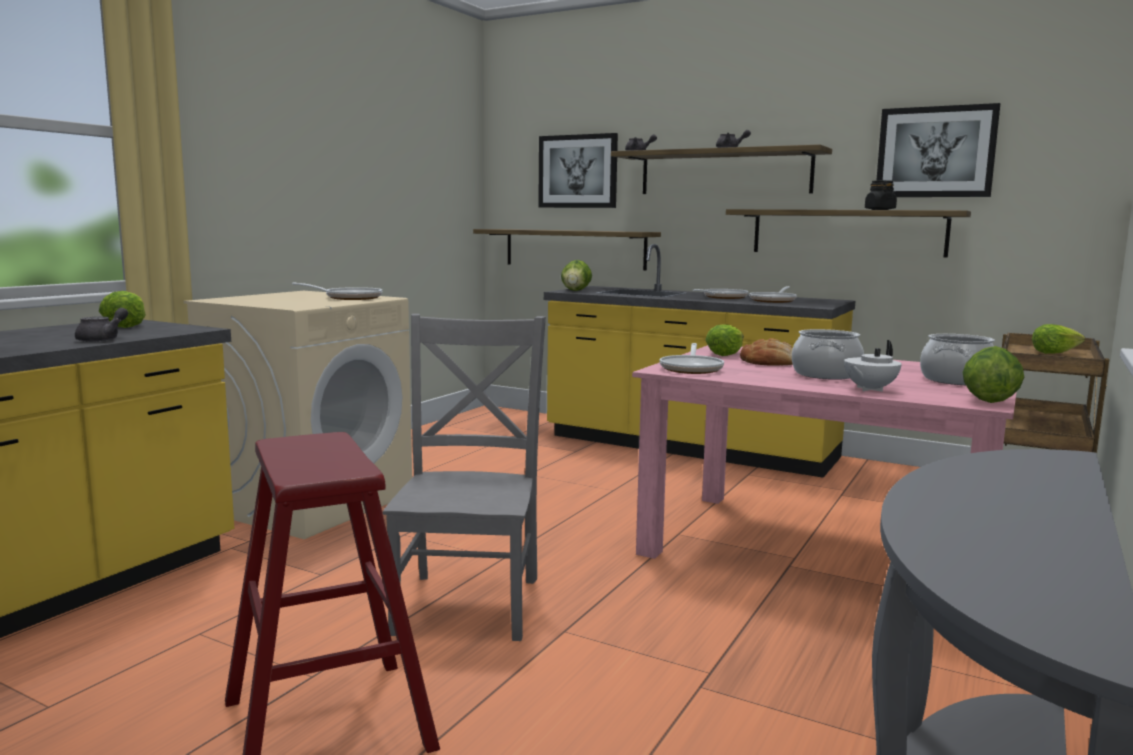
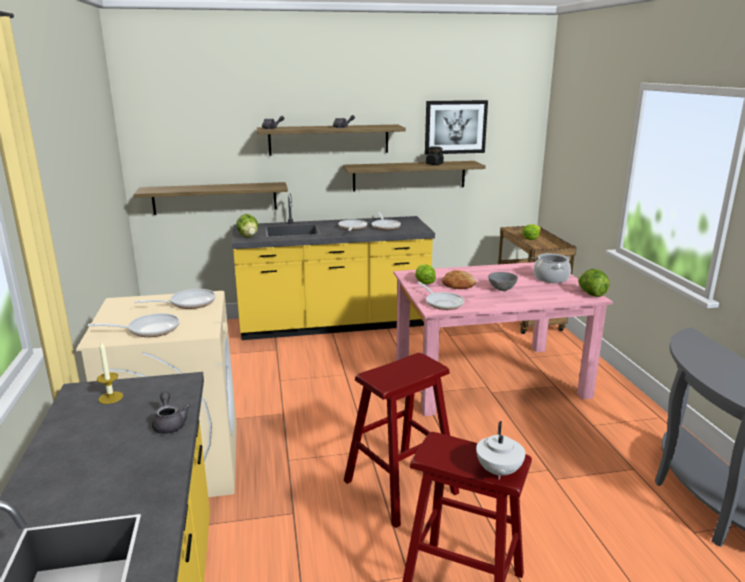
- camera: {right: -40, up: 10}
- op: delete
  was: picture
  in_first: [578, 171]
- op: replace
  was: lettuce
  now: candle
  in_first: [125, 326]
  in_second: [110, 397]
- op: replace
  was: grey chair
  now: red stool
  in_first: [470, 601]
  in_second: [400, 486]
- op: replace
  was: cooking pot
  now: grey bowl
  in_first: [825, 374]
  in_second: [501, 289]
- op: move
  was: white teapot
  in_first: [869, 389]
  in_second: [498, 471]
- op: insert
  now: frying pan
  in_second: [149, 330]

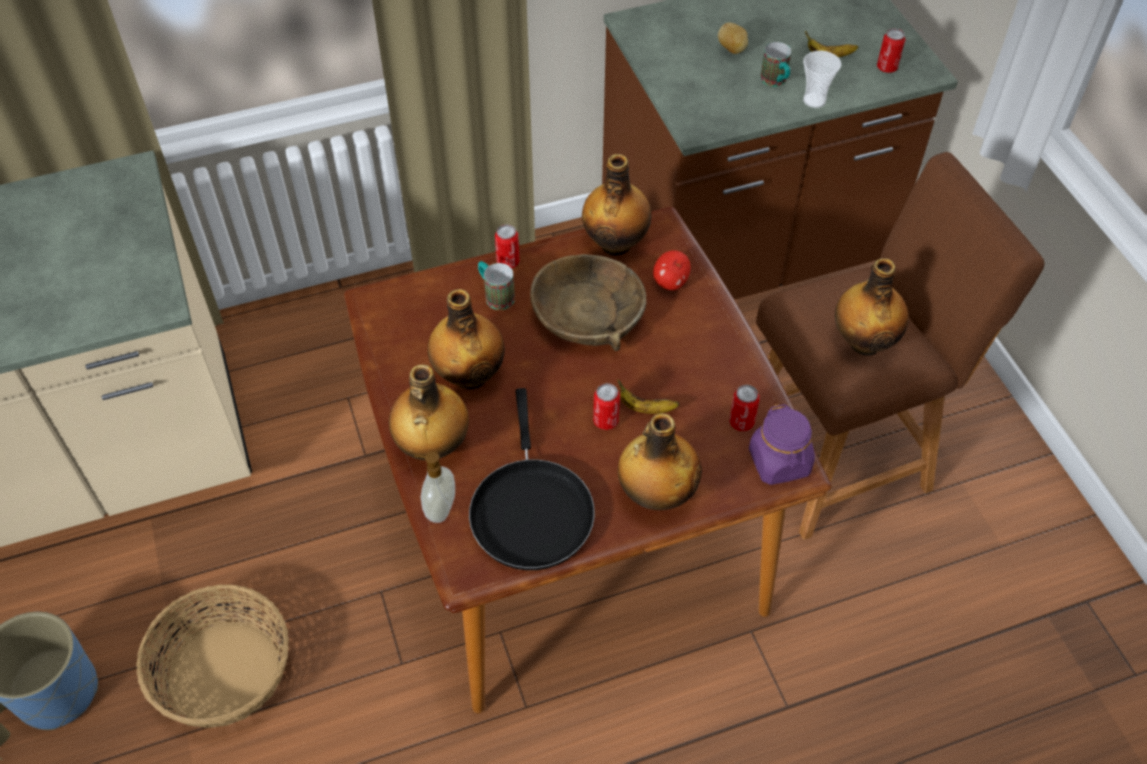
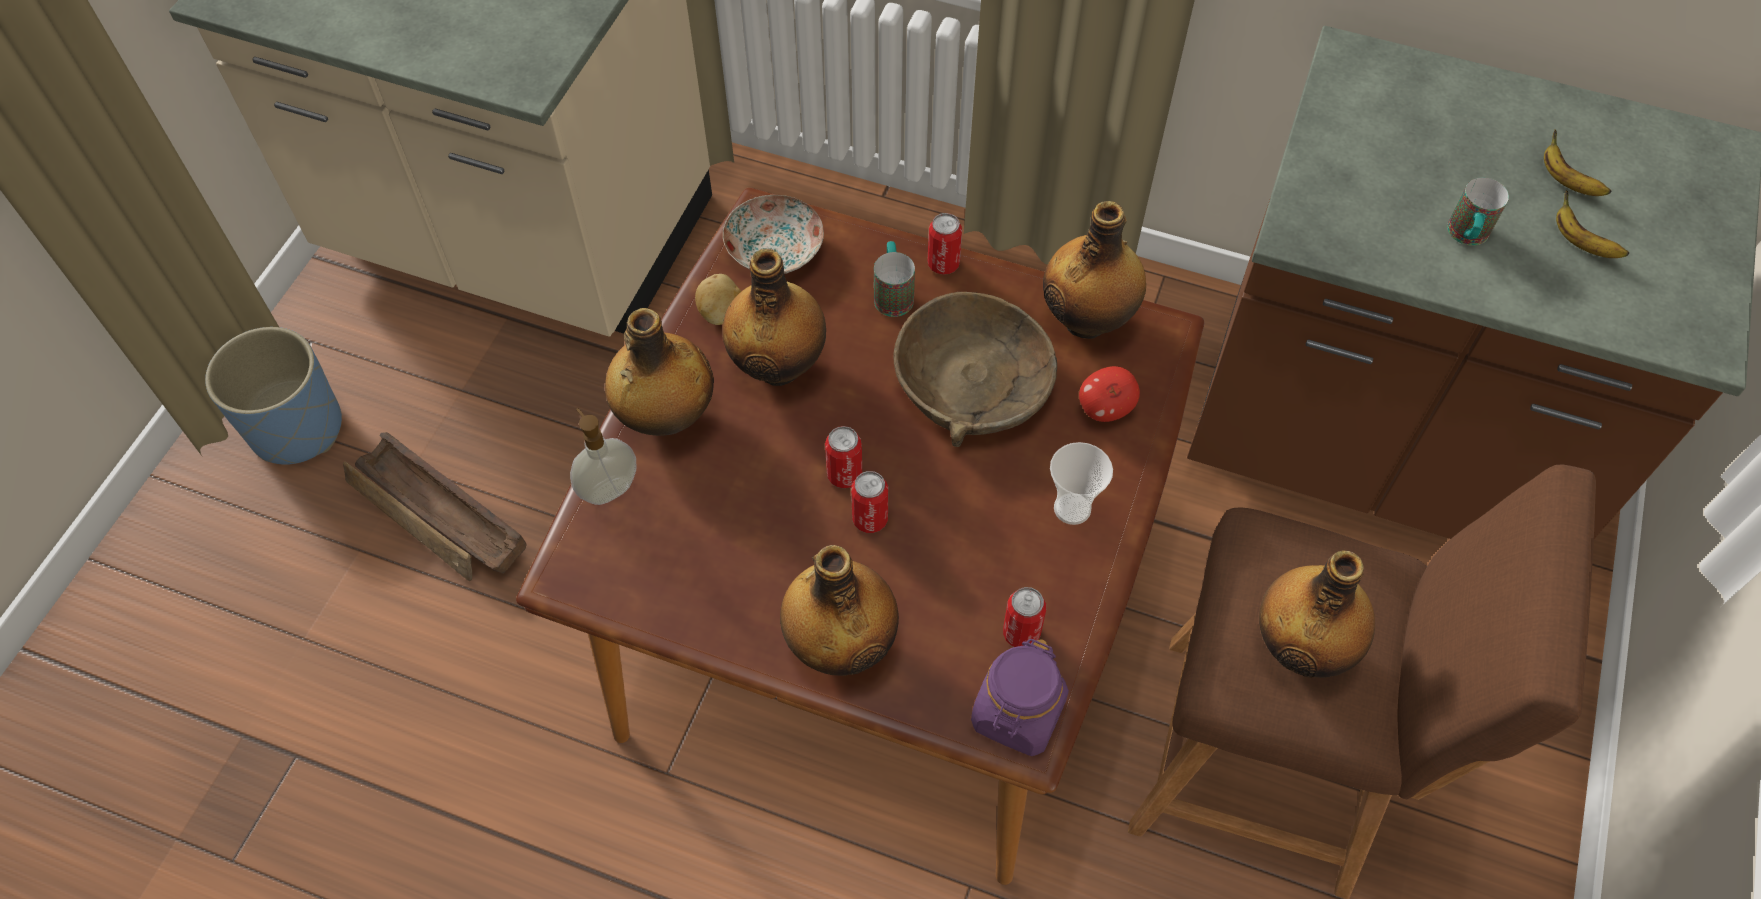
- camera: {right: 40, up: 5}
- op: move
  was: potato
  in_first: [732, 49]
  in_second: [722, 313]
- op: move
  was: can
  in_first: [887, 67]
  in_second: [844, 475]
- op: move
  was: cup
  in_first: [814, 100]
  in_second: [1072, 508]
- op: move
  was: banana
  in_first: [645, 408]
  in_second: [1566, 181]
- op: delete
  was: black frying pan
  in_first: [530, 510]
- op: replace
  was: basket
  now: crate
  in_first: [226, 672]
  in_second: [439, 518]
- op: insert
  now: plate
  in_second: [776, 249]

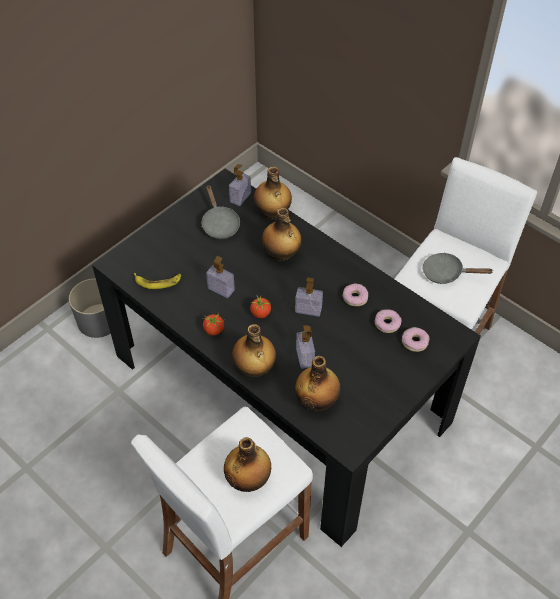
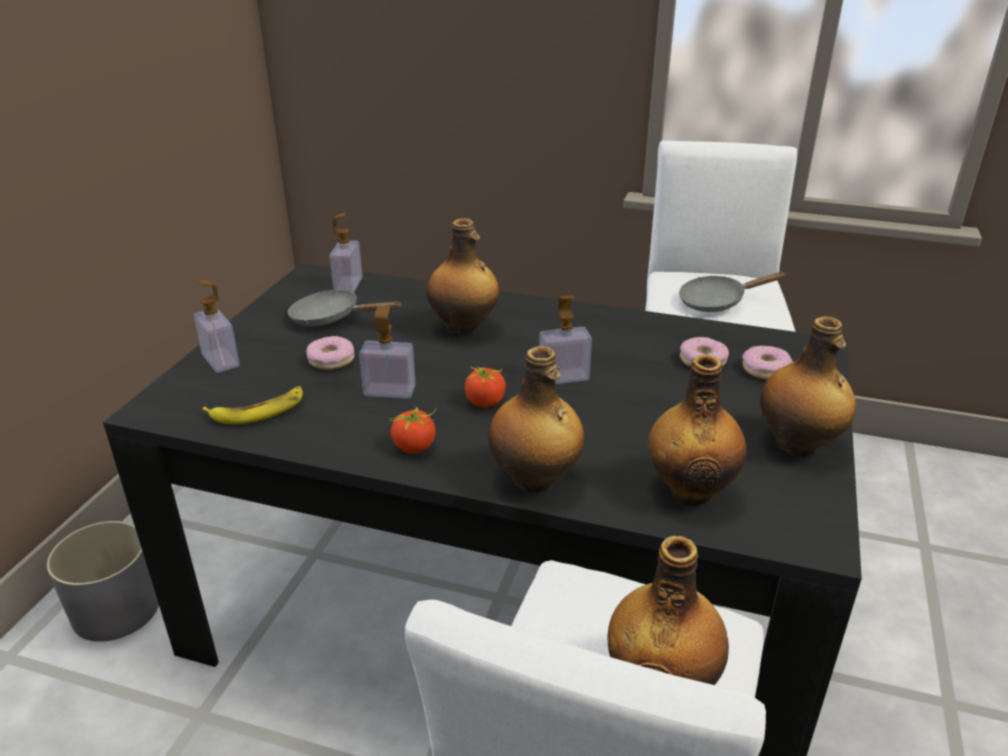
- camera: {right: -25, up: -20}
- op: move
  was: bottle
  in_first: [272, 213]
  in_second: [797, 445]
- op: rotate
  was: grey frying pan
  in_first: [219, 224]
  in_second: [332, 318]
  clockwise: 150
- op: move
  was: donut
  in_first: [355, 297]
  in_second: [331, 360]
- op: move
  was: soap dispenser
  in_first: [305, 357]
  in_second: [220, 360]

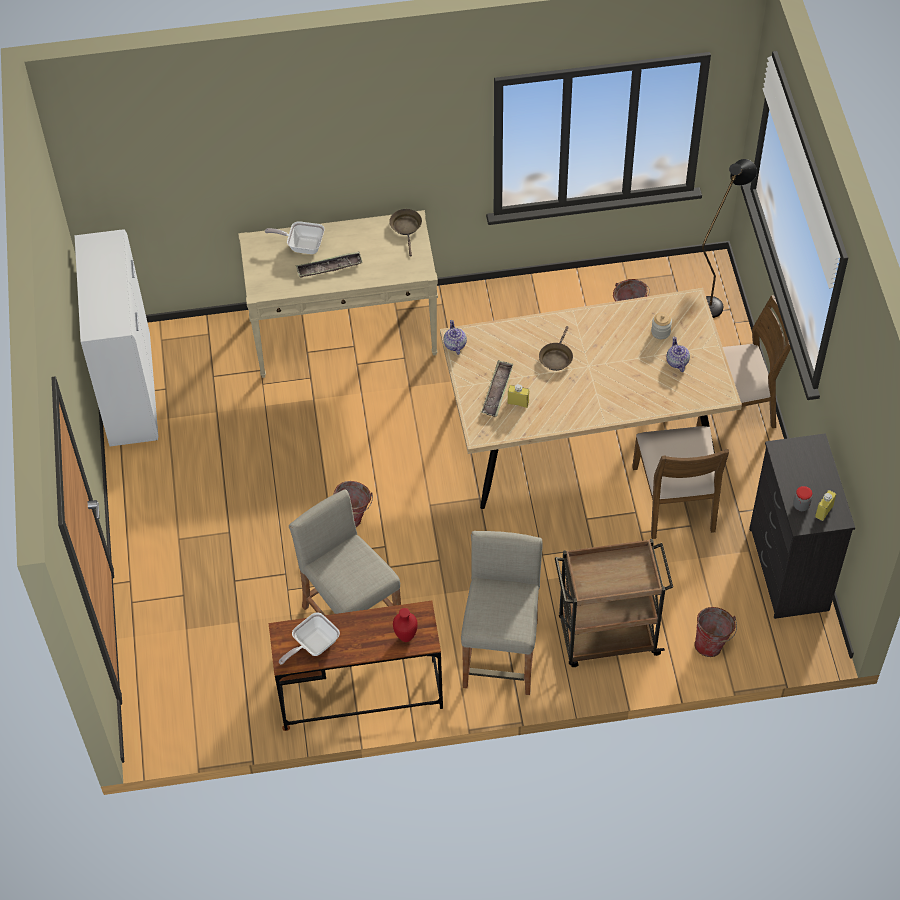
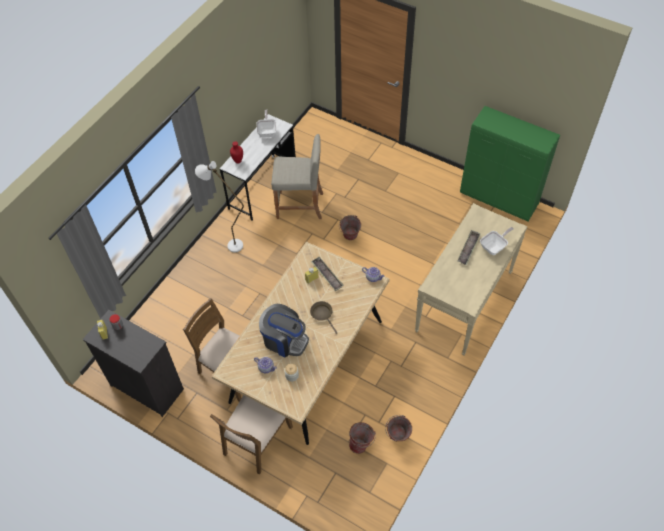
- camera: {right: 130, up: 0}
- op: delete
  was: black floor lamp
  in_first: [715, 301]
- op: delete
  was: brown frying pan
  in_first: [406, 228]
- op: recolor
  was: white cabinet
  now: green cabinet
  in_first: [130, 391]
  in_second: [499, 199]
- op: replace
  was: beige stool
  now: white floor lamp
  in_first: [501, 653]
  in_second: [229, 244]
- op: delete
  was: brown cart
  in_first: [606, 637]
- op: recolor
  was: brown desk
  now: white desk
  in_first: [360, 695]
  in_second: [262, 187]
- op: move
  was: bucket
  in_first: [712, 643]
  in_second: [397, 437]
- op: insert
  now: coffee machine
  in_second: [284, 340]

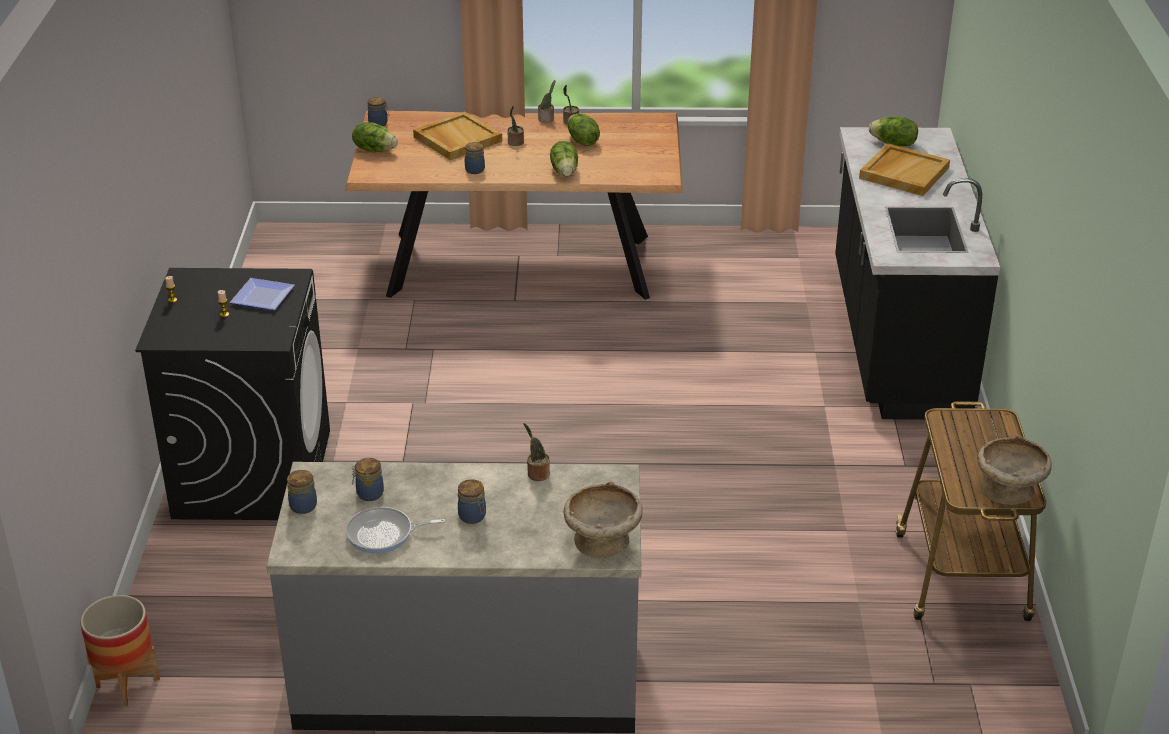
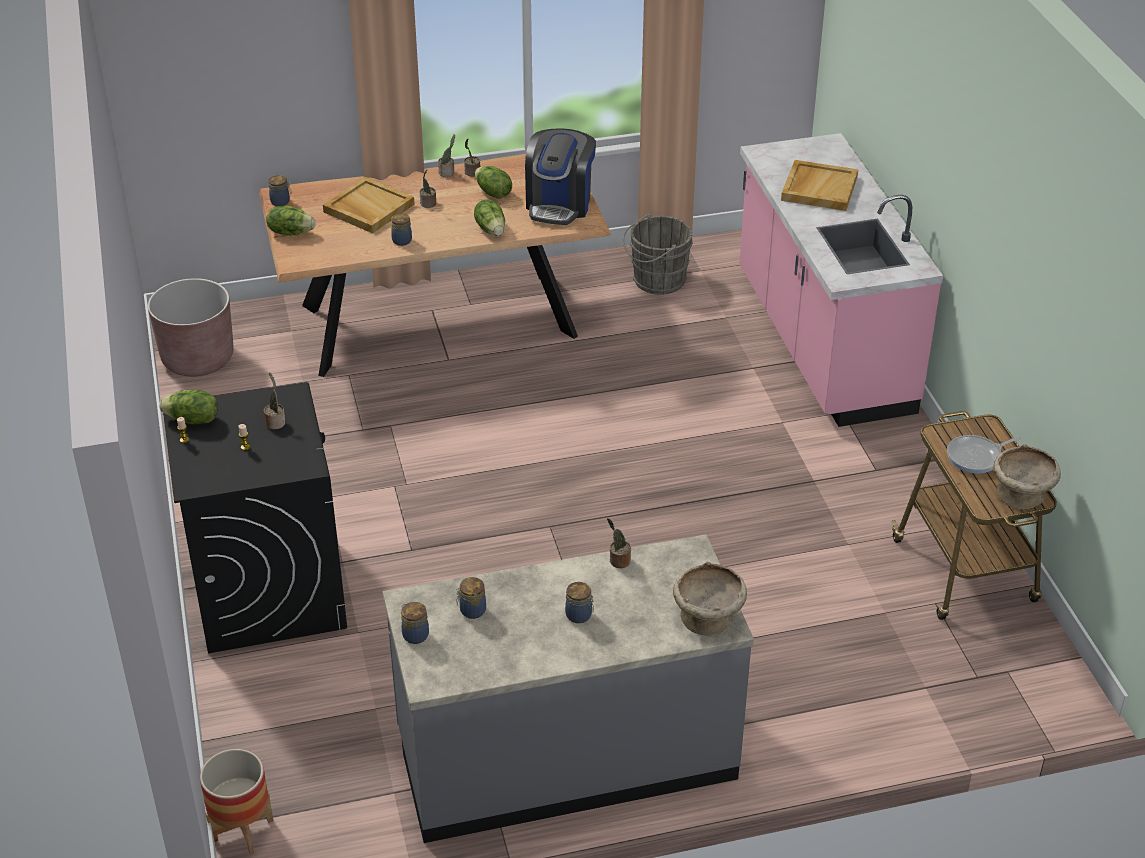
- camera: {right: -15, up: 5}
- op: move
  was: lettuce
  in_first: [893, 144]
  in_second: [192, 420]
- op: recolor
  was: black counter
  now: pink counter
  in_first: [895, 340]
  in_second: [821, 343]
- op: replace
  was: plate
  now: potted plant
  in_first: [263, 298]
  in_second: [275, 422]
- op: move
  was: frying pan
  in_first: [384, 534]
  in_second: [976, 457]
- op: insert
  now: coffee machine
  in_second: [559, 204]
- op: insert
  now: grey bucket
  in_second: [656, 280]
- op: insert
  now: brown planter
  in_second: [198, 359]

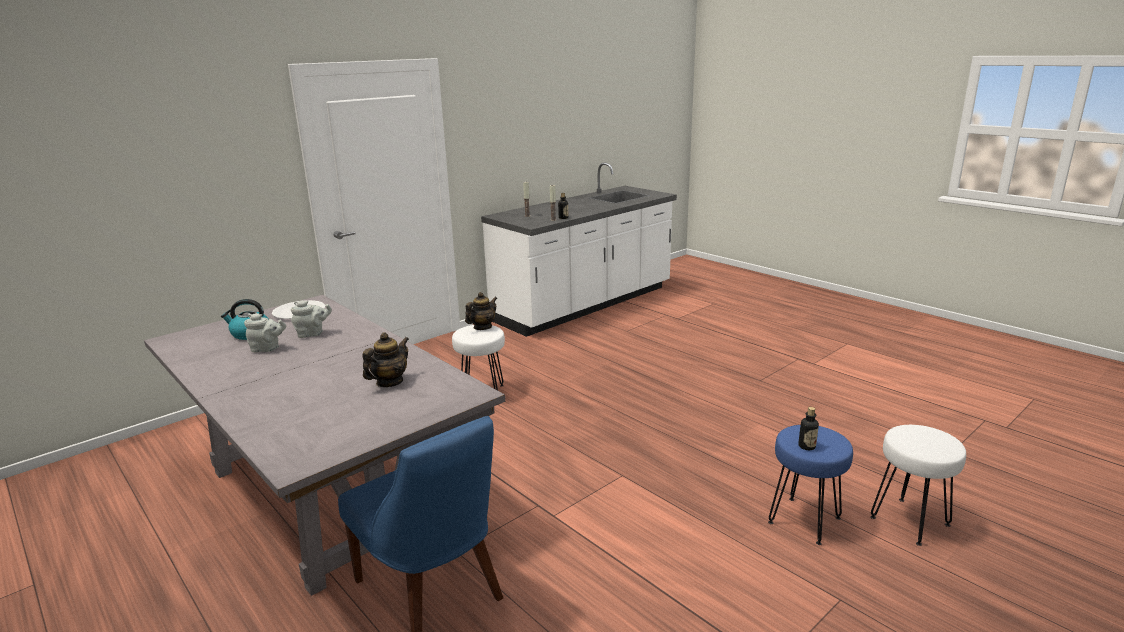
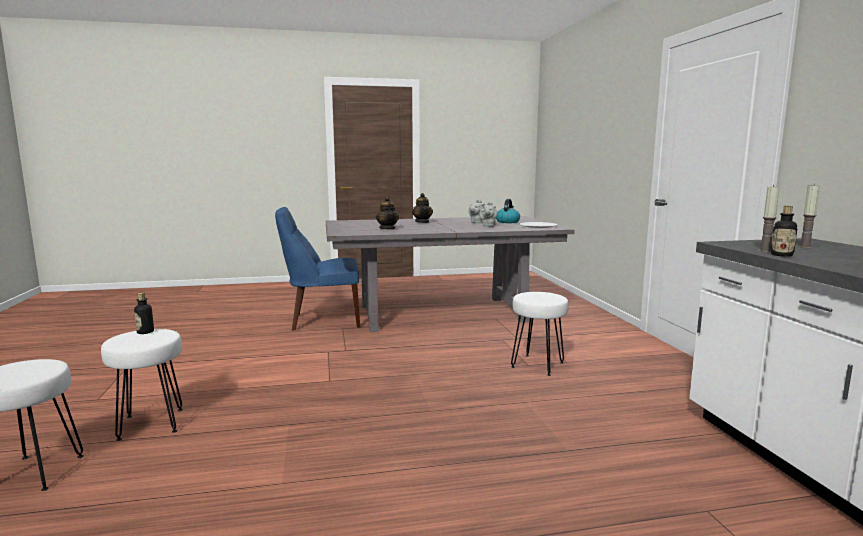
- camera: {right: 120, up: -10}
- op: move
  was: teapot
  in_first: [482, 327]
  in_second: [422, 222]
- op: recolor
  was: blue stool
  now: white stool
  in_first: [804, 521]
  in_second: [150, 423]

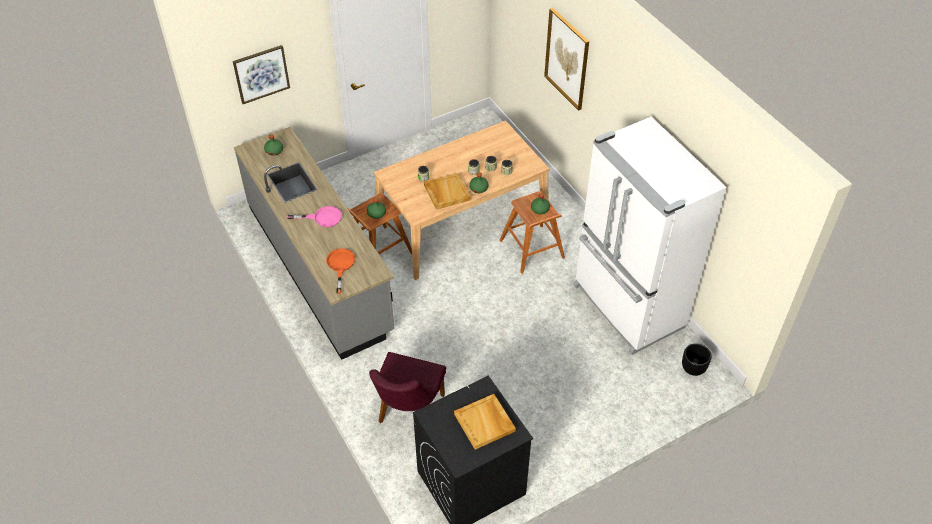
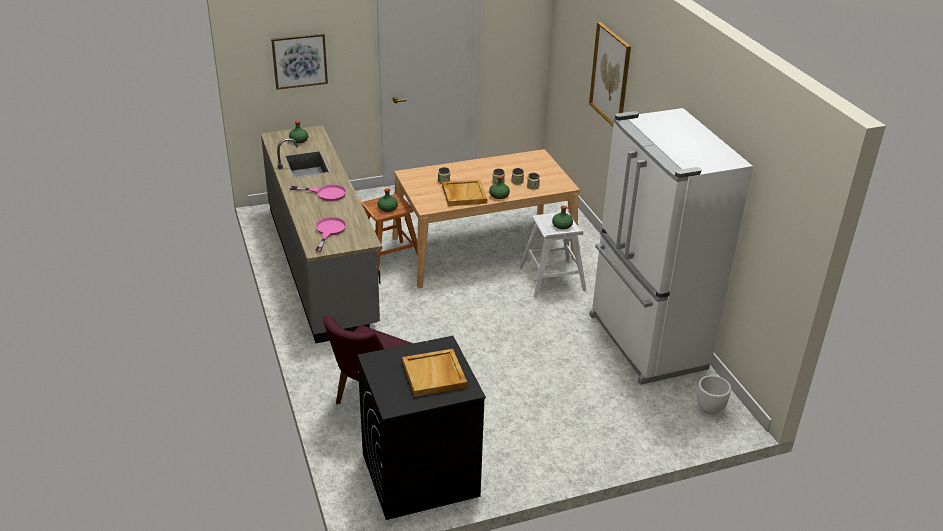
- camera: {right: 10, up: -15}
- op: recolor
  was: brown stool
  now: white stool
  in_first: [532, 249]
  in_second: [552, 279]
- op: recolor
  was: orange frying pan
  now: pink frying pan
  in_first: [340, 266]
  in_second: [329, 231]
- op: recolor
  was: black planter
  now: white planter
  in_first: [693, 369]
  in_second: [710, 409]

